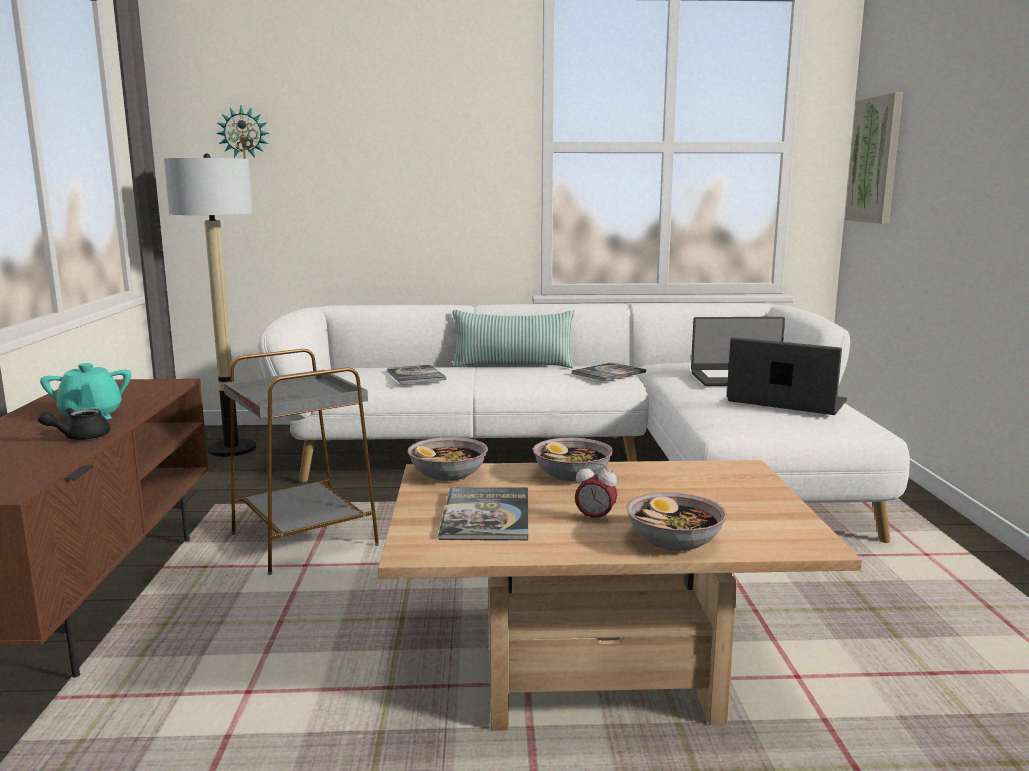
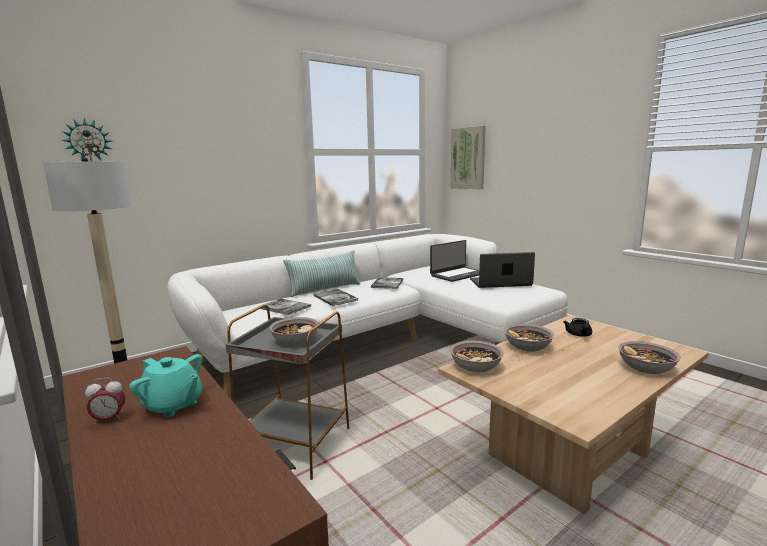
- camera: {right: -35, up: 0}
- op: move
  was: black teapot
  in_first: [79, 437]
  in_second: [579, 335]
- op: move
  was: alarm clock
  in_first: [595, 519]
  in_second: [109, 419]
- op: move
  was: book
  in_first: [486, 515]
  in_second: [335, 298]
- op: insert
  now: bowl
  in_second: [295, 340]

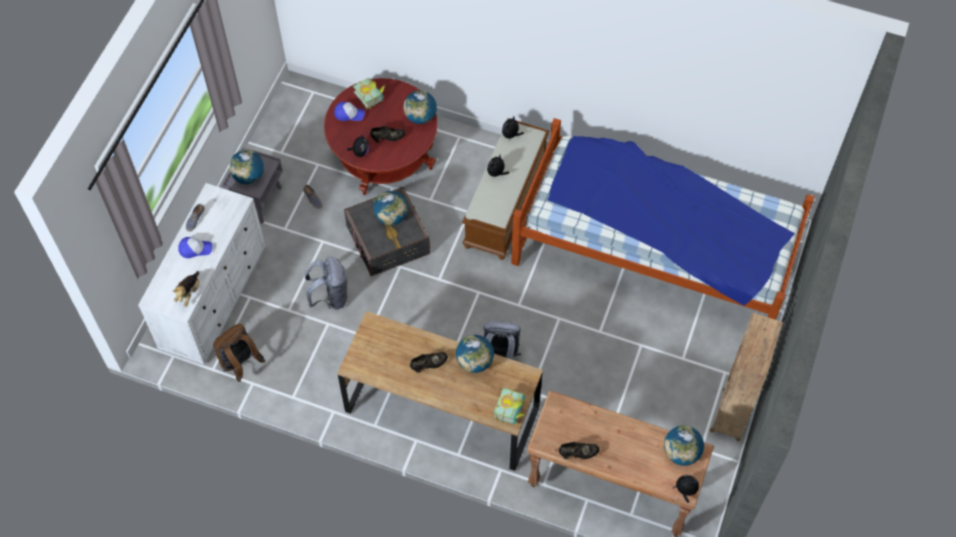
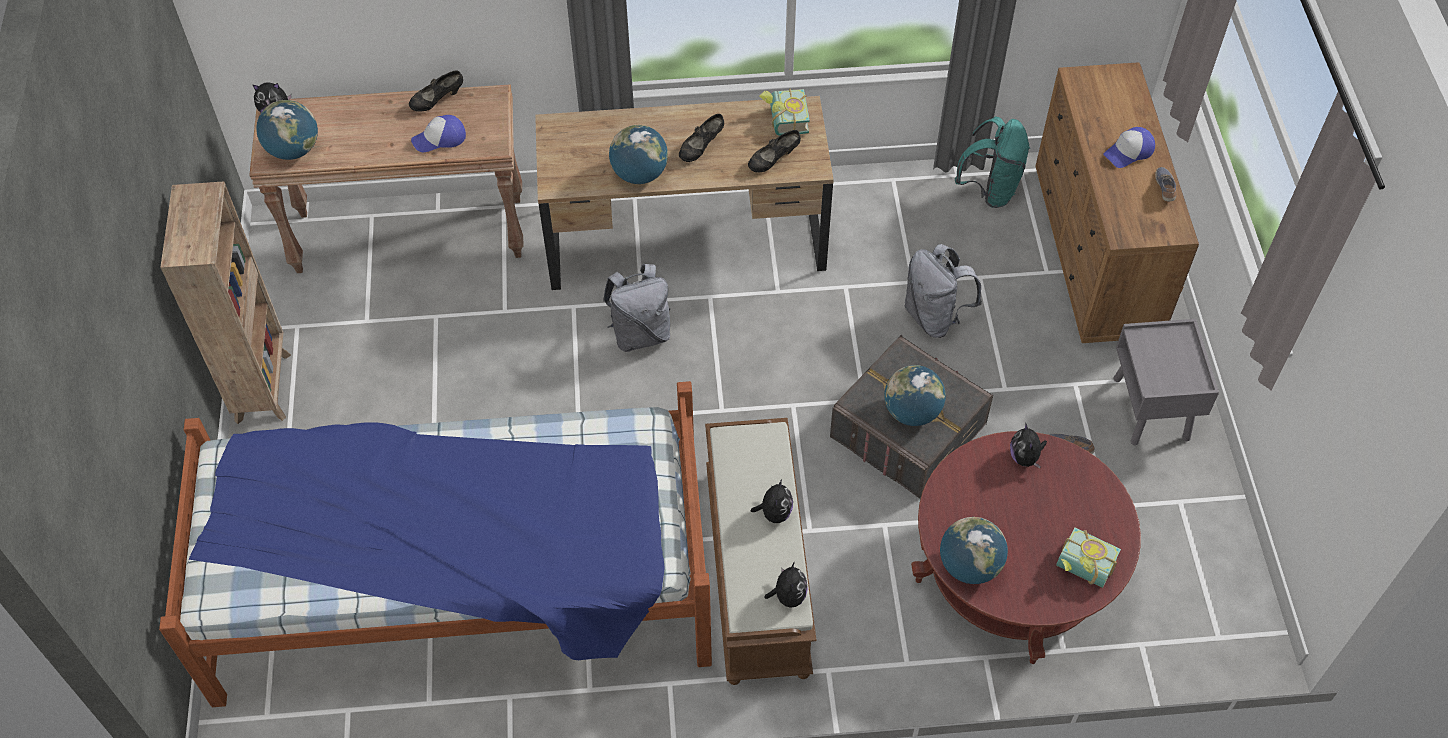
- camera: {right: 155, up: -5}
- op: move
  was: cap
  in_first: [349, 114]
  in_second: [440, 139]
- op: move
  was: black shoe
  in_first: [388, 138]
  in_second: [773, 161]
- op: delete
  was: globe
  in_first: [249, 176]
- op: recolor
  was: white dresser
  now: brown dresser
  in_first: [213, 296]
  in_second: [1096, 253]
- op: delete
  was: plush toy
  in_first: [189, 293]
- op: recolor
  was: brown backpack
  now: turquoise backpack
  in_first: [240, 364]
  in_second: [990, 189]
- op: move
  was: book
  in_first: [512, 410]
  in_second: [783, 121]

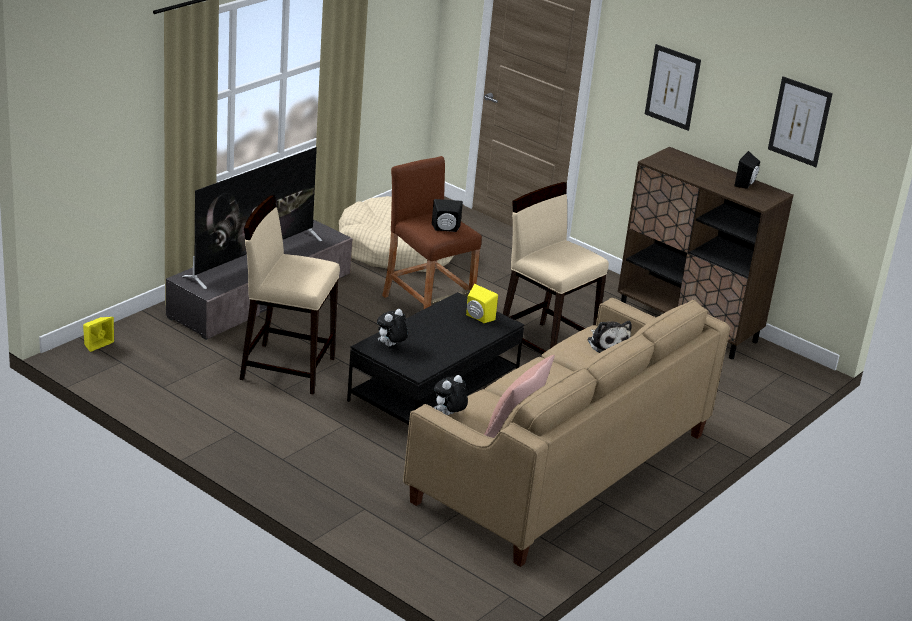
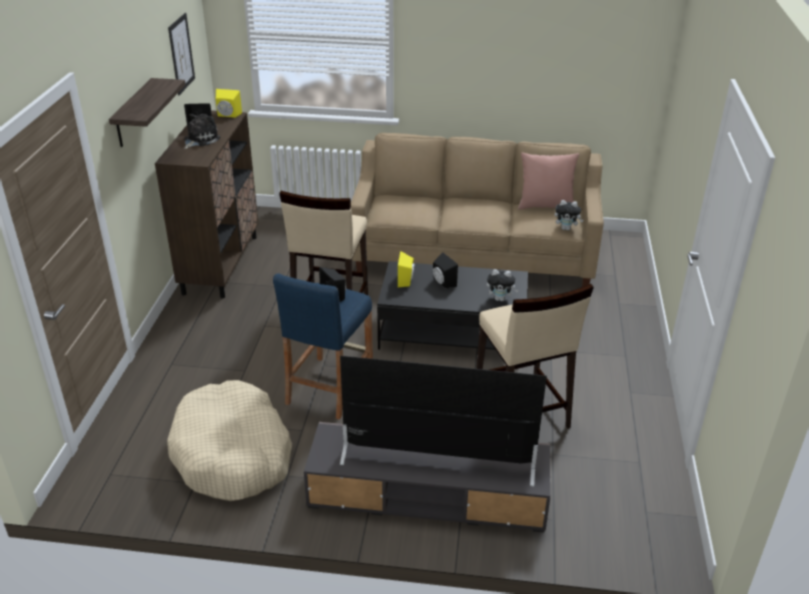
- camera: {right: -120, up: 5}
- op: replace
  was: picture
  now: shelf
  in_first: [672, 87]
  in_second: [133, 113]
- op: recolor
  was: brown stool
  now: blue stool
  in_first: [427, 306]
  in_second: [329, 387]
- op: move
  was: yellow speaker
  in_first: [96, 343]
  in_second: [228, 115]
- op: move
  was: plush toy
  in_first: [607, 343]
  in_second: [200, 140]
- op: insert
  now: black speaker
  in_second: [442, 283]

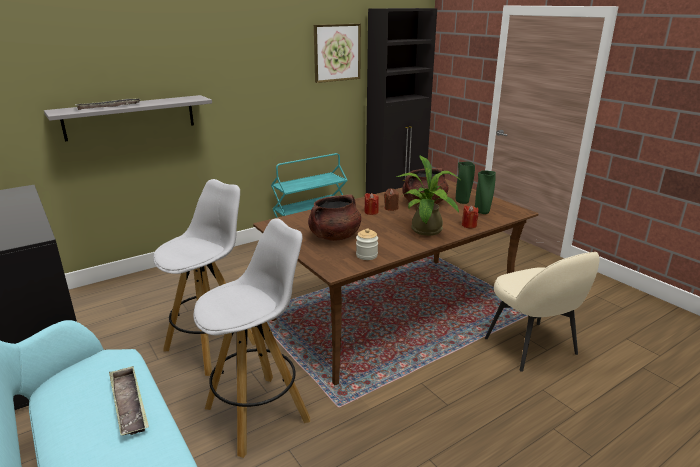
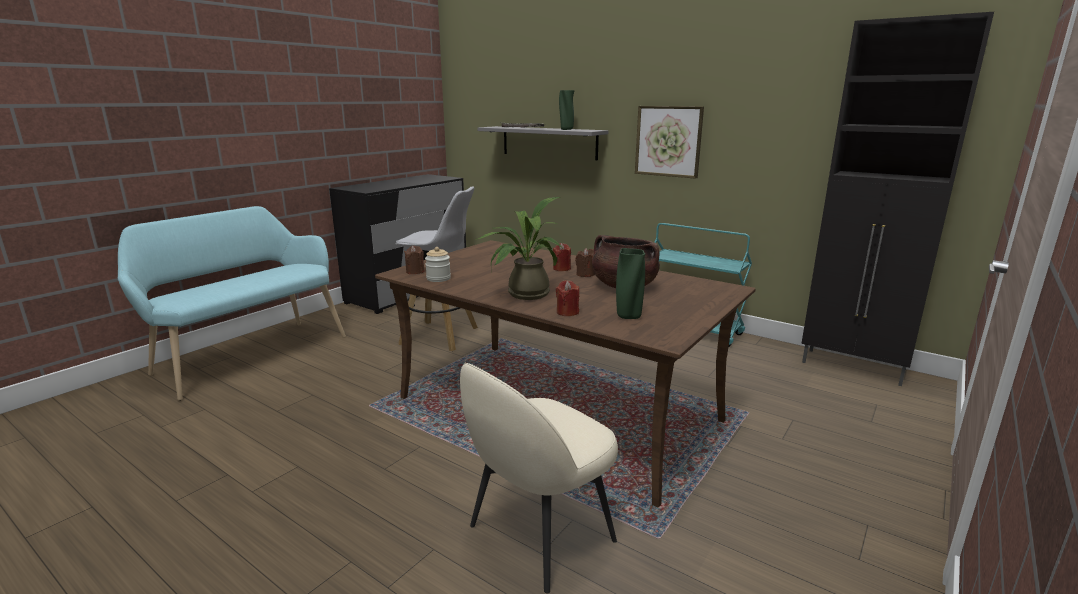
- camera: {right: 70, up: -5}
- op: move
  was: picture
  in_first: [337, 52]
  in_second: [668, 141]
- op: move
  was: green vase
  in_first: [463, 202]
  in_second: [566, 129]
- op: delete
  was: brown cooking pot
  in_first: [334, 236]
- op: delete
  was: white stool
  in_first: [259, 413]
- op: delete
  was: tray
  in_first: [129, 404]
- op: insert
  now: brown candle
  in_second: [415, 271]

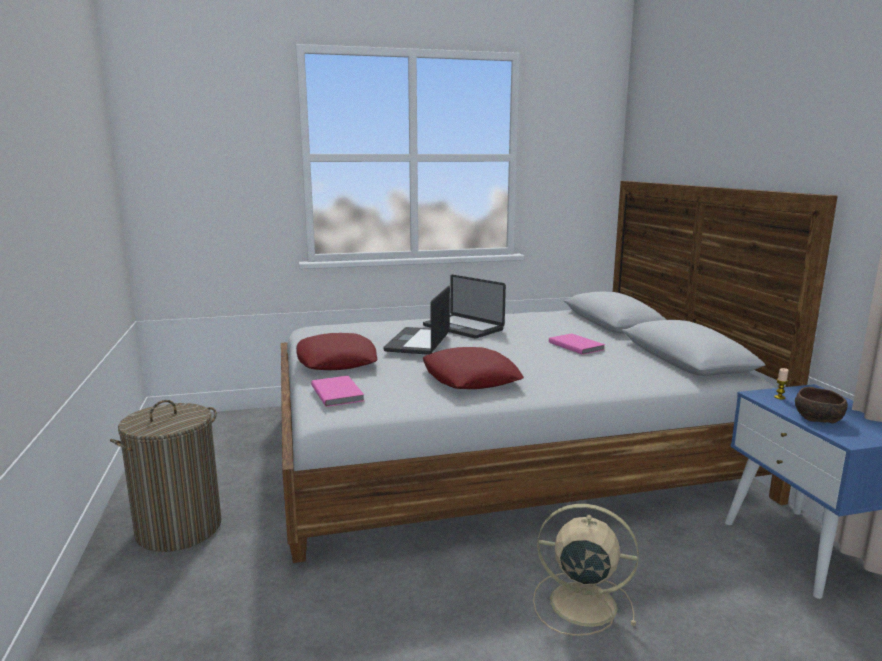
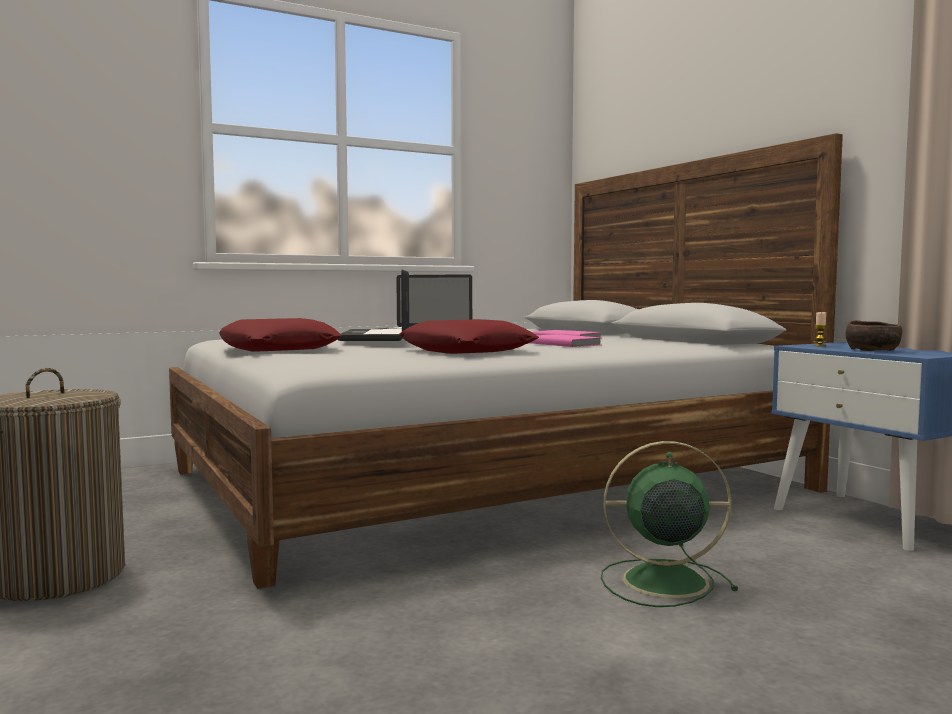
- camera: {right: -15, up: -10}
- op: move
  was: pink book
  in_first: [338, 393]
  in_second: [564, 344]
- op: recolor
  was: beige fan
  now: green fan
  in_first: [579, 603]
  in_second: [660, 581]

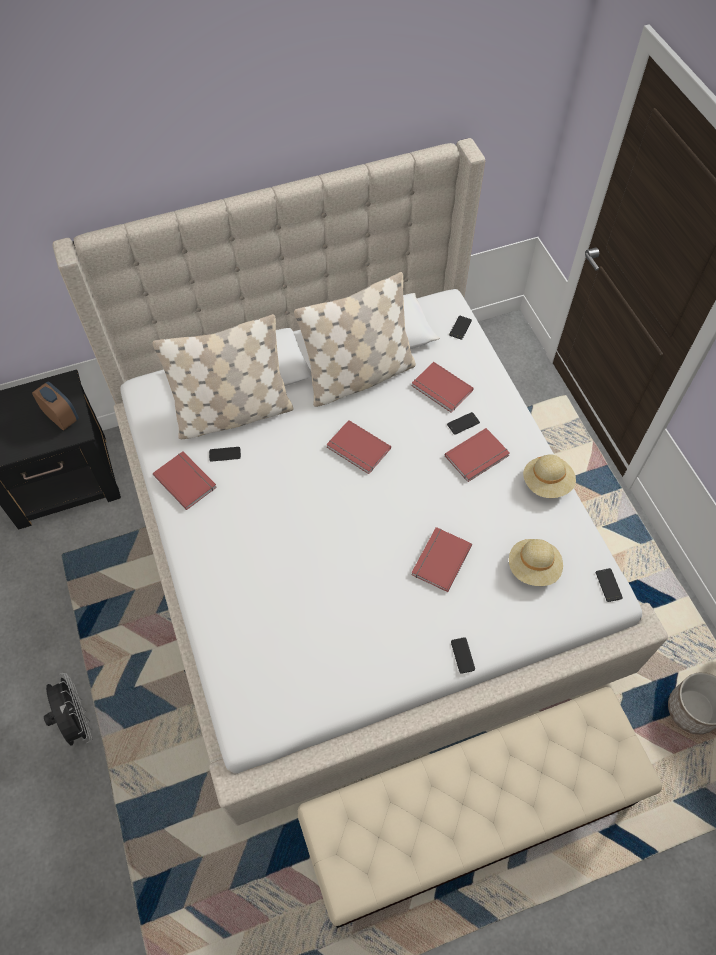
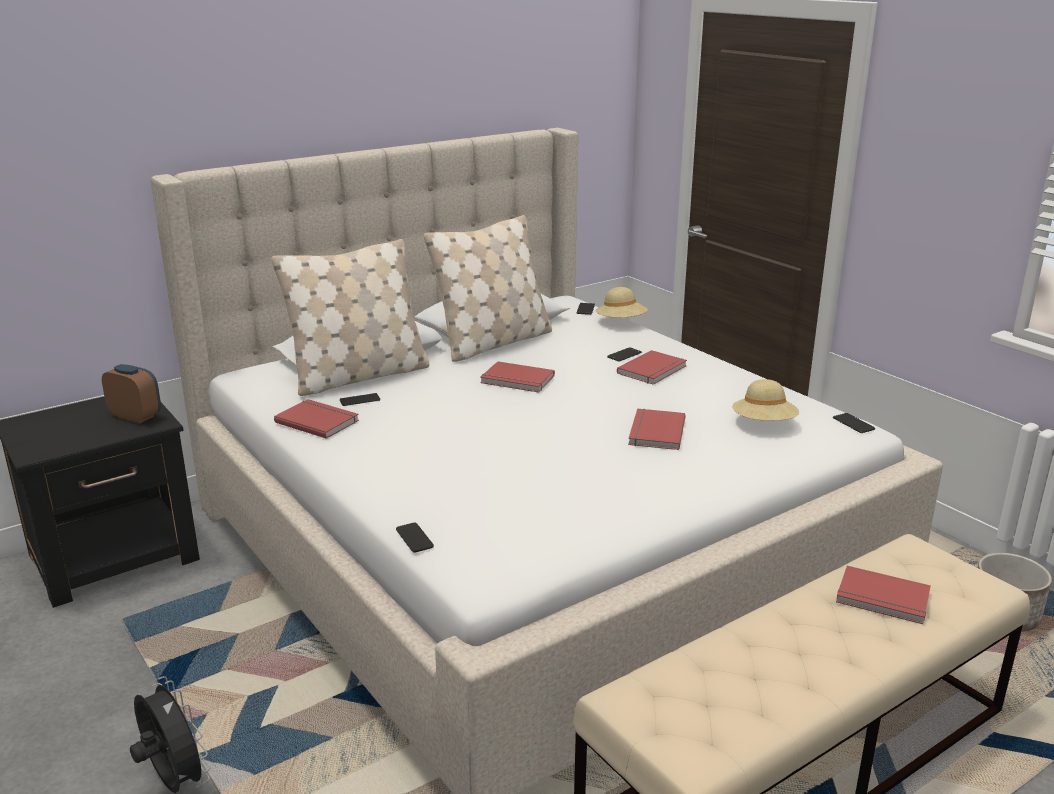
- camera: {right: -15, up: -35}
- op: move
  was: red book
  in_first: [441, 389]
  in_second: [882, 599]
- op: move
  was: beige hat
  in_first: [547, 483]
  in_second: [621, 322]
- op: move
  was: phone
  in_first: [462, 655]
  in_second: [414, 538]

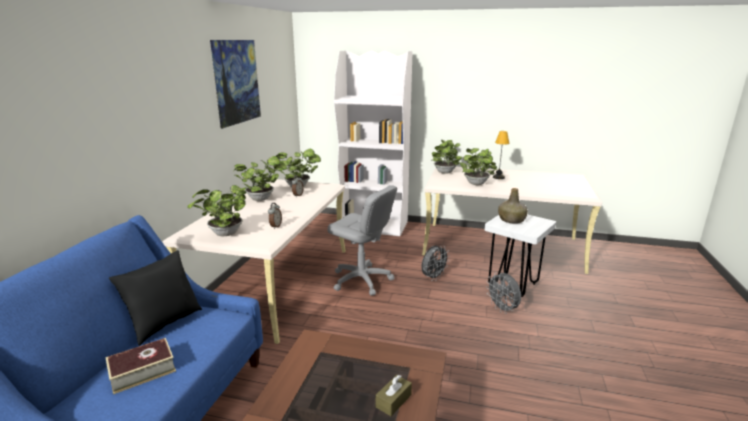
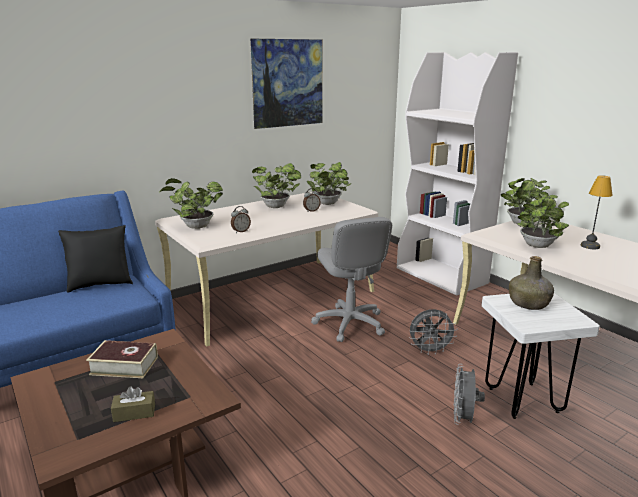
- camera: {right: 40, up: 0}
- op: move
  was: book
  in_first: [142, 371]
  in_second: [124, 365]

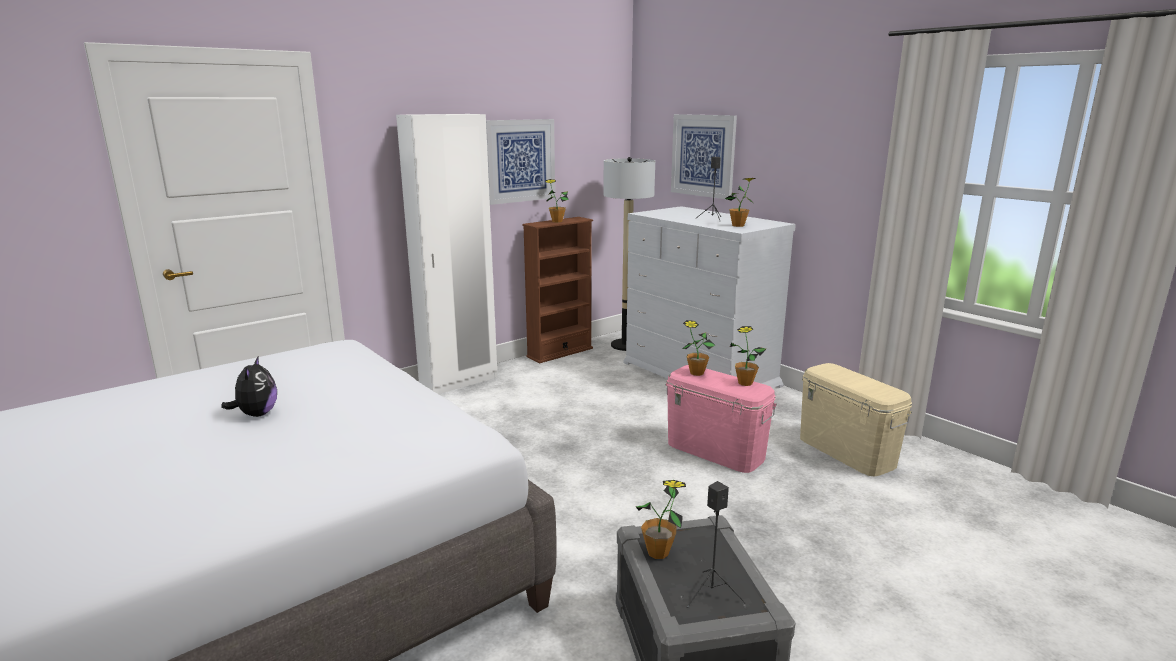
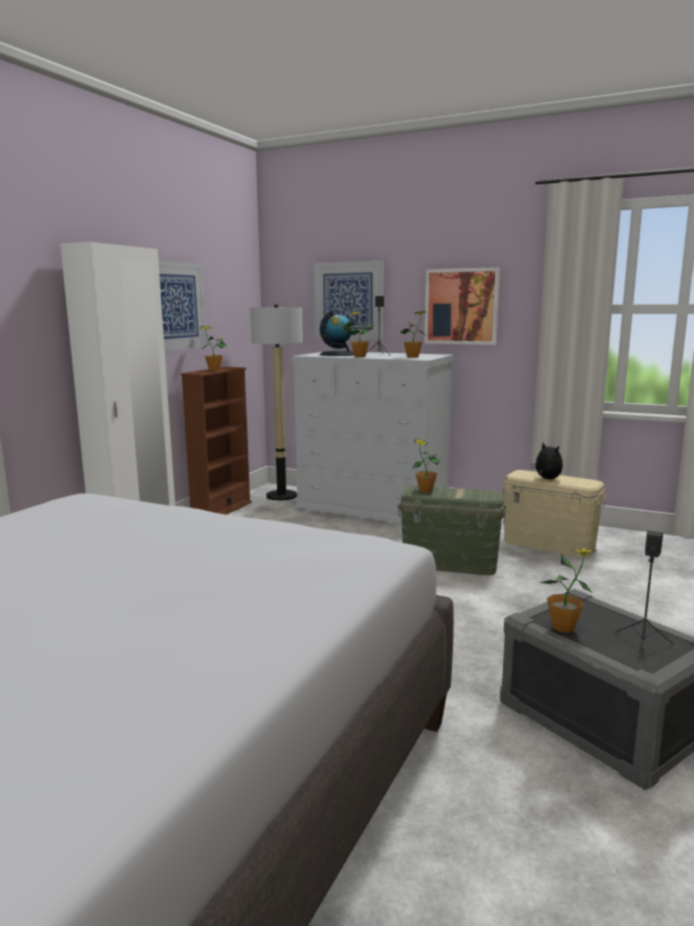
- camera: {right: -25, up: -5}
- op: move
  was: potted plant
  in_first: [745, 383]
  in_second: [359, 356]
- op: move
  was: plush toy
  in_first: [256, 414]
  in_second: [546, 479]
- op: recolor
  was: pink storage box
  now: green storage box
  in_first: [715, 451]
  in_second: [450, 563]
- op: insert
  now: picture
  in_second: [461, 306]
- op: insert
  now: globe
  in_second: [338, 354]

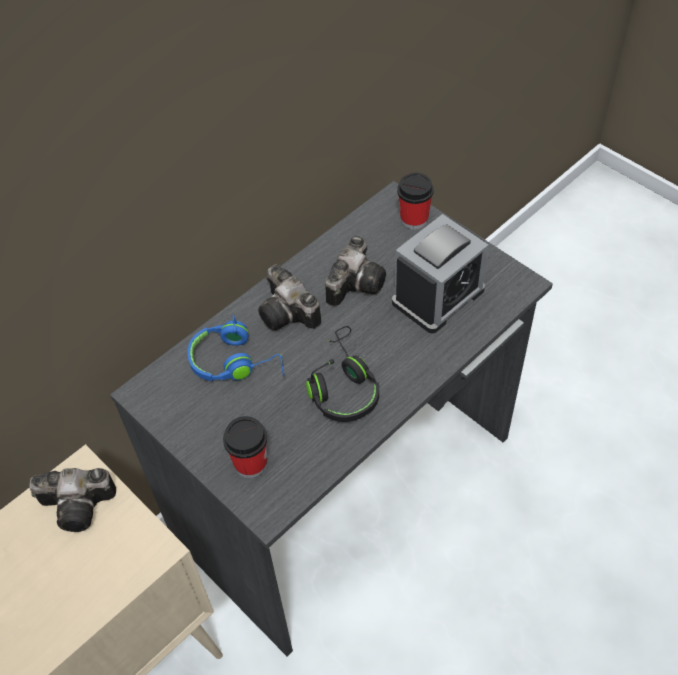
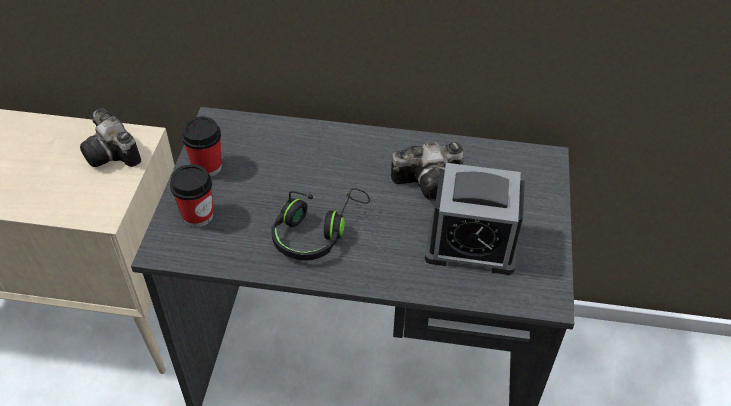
- camera: {right: 50, up: -5}
- op: move
  was: cup
  in_first: [414, 219]
  in_second: [207, 167]
- op: delete
  was: photo camera
  in_first: [290, 314]
- op: delete
  was: blue headphones
  in_first: [236, 361]

